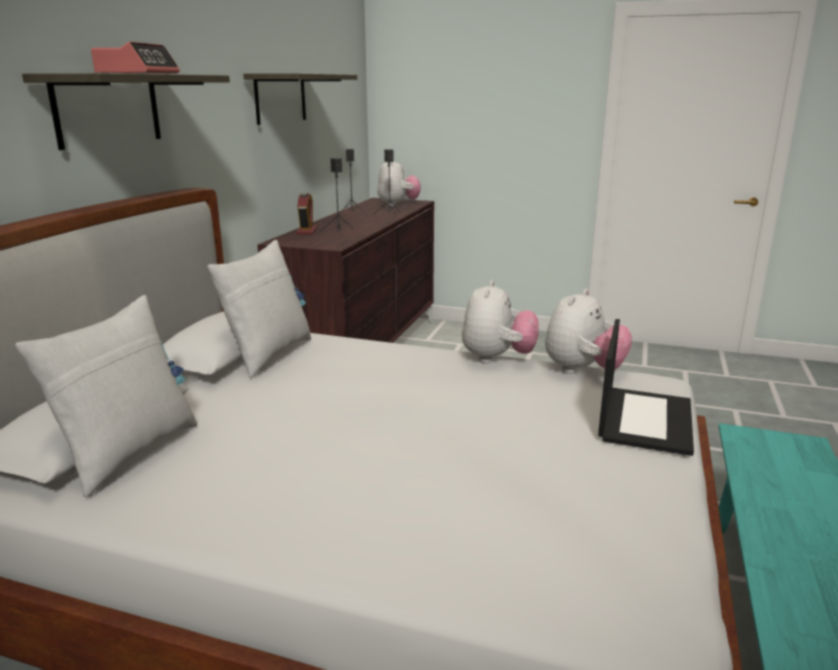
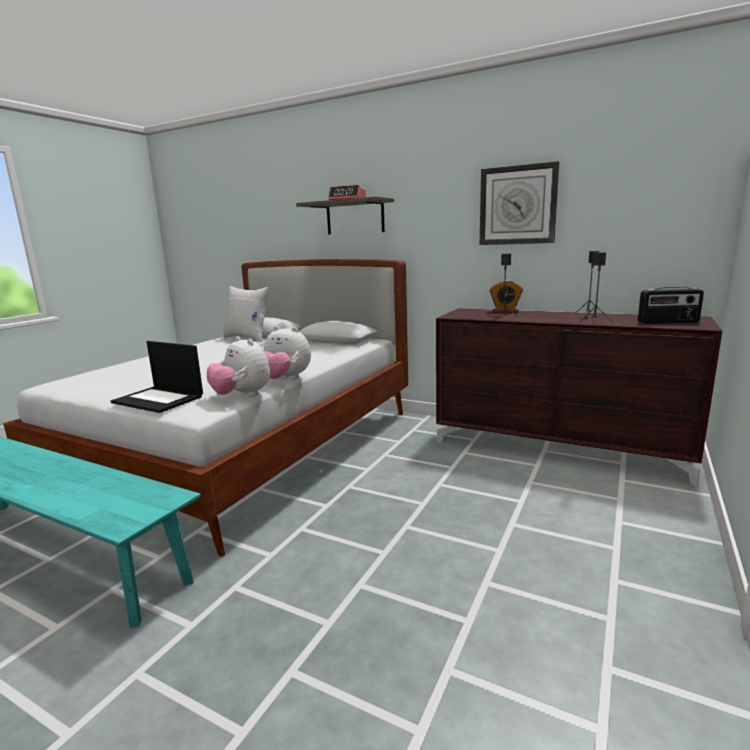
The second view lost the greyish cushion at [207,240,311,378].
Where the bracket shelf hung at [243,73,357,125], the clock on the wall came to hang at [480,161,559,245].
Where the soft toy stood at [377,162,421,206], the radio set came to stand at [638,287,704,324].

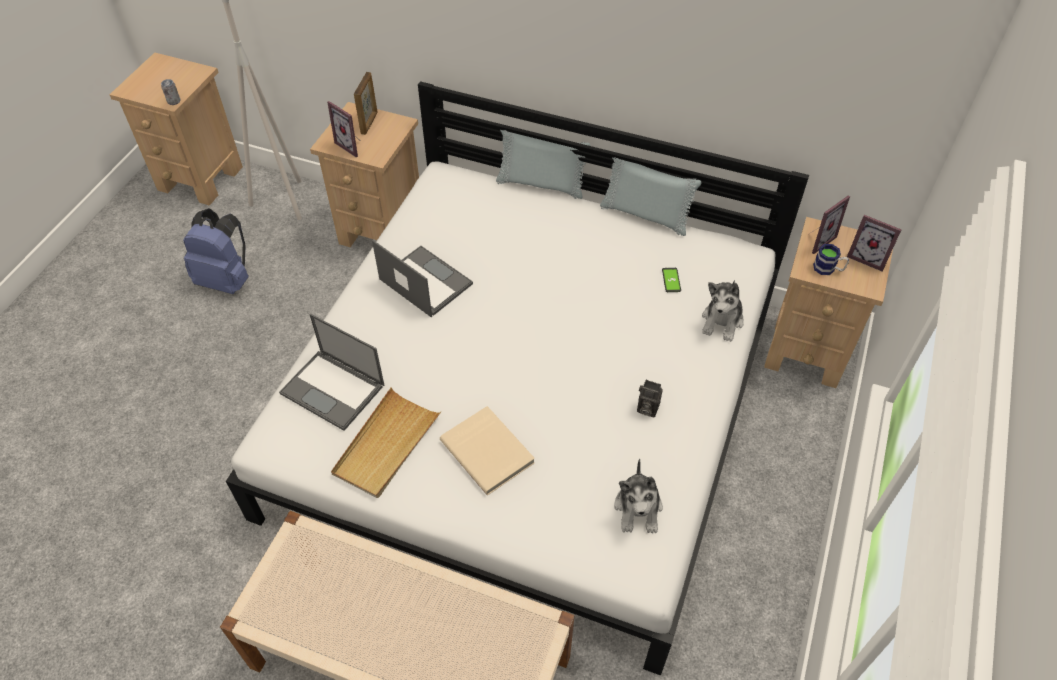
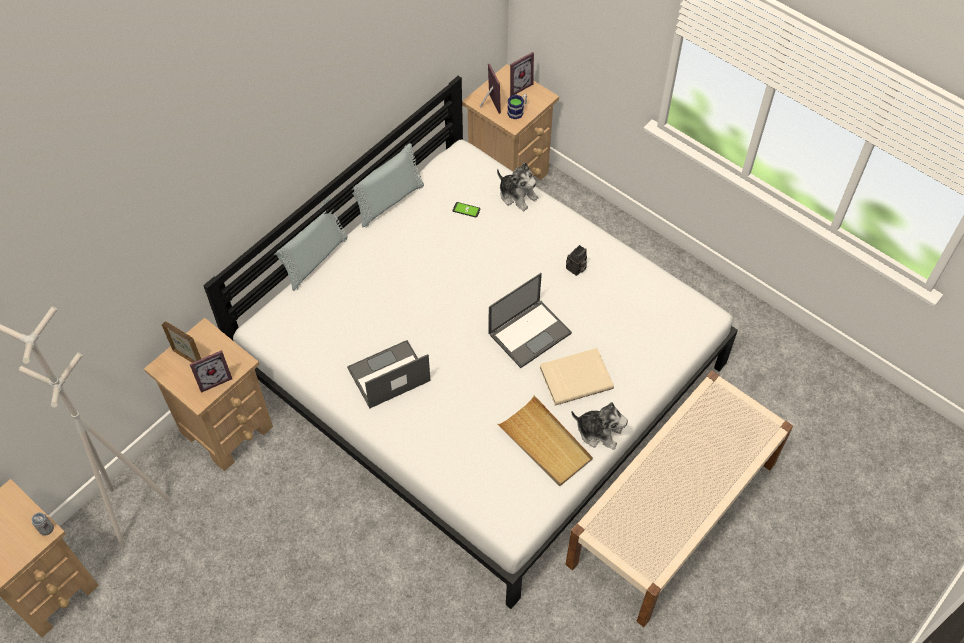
The second view lost the bluish rucksack at [183,208,249,294].
The laptop ended up elsewhere, having gone from [279,314,384,431] to [488,273,572,368].
The soft toy ended up elsewhere, having gone from [614,459,663,533] to [571,402,628,450].

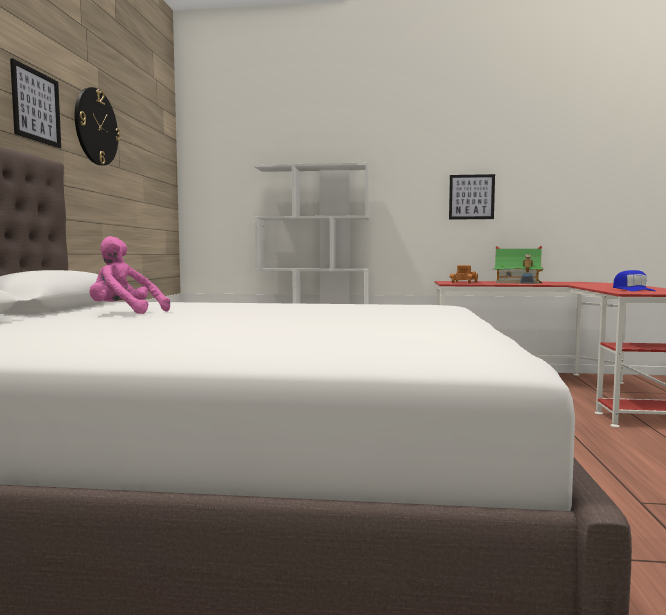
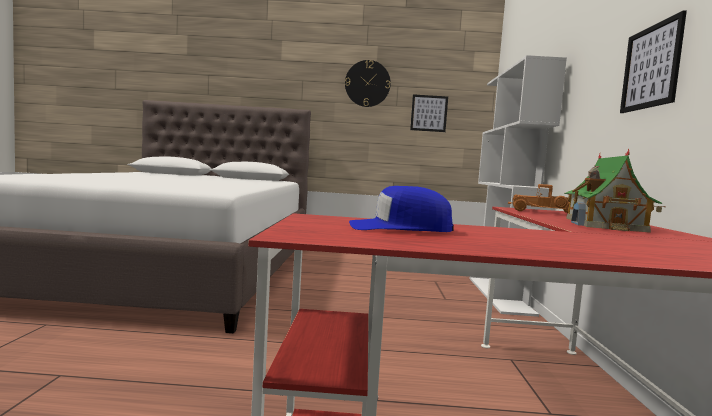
The picture ended up elsewhere, having gone from [10,58,61,148] to [410,94,448,132].
The second view lost the pink-coloured soft toy at [90,236,170,314].

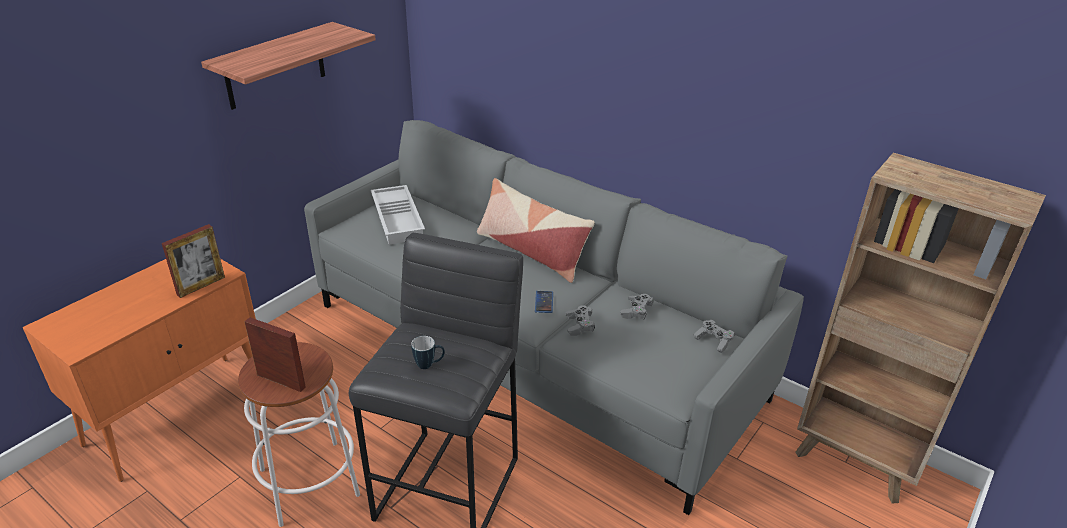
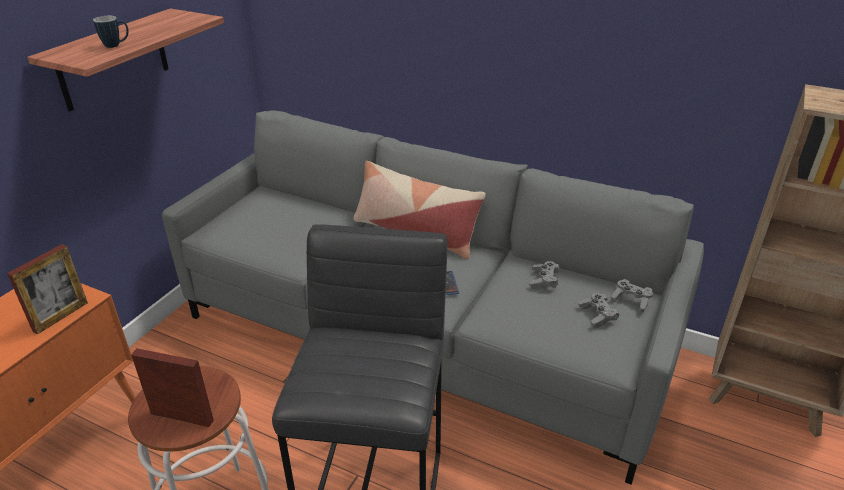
The second view lost the whitish serving tray at [371,185,425,245].
The mug ended up elsewhere, having gone from [411,336,445,369] to [93,16,129,48].
The greyish gamepad ended up elsewhere, having gone from [565,305,595,336] to [578,293,619,328].

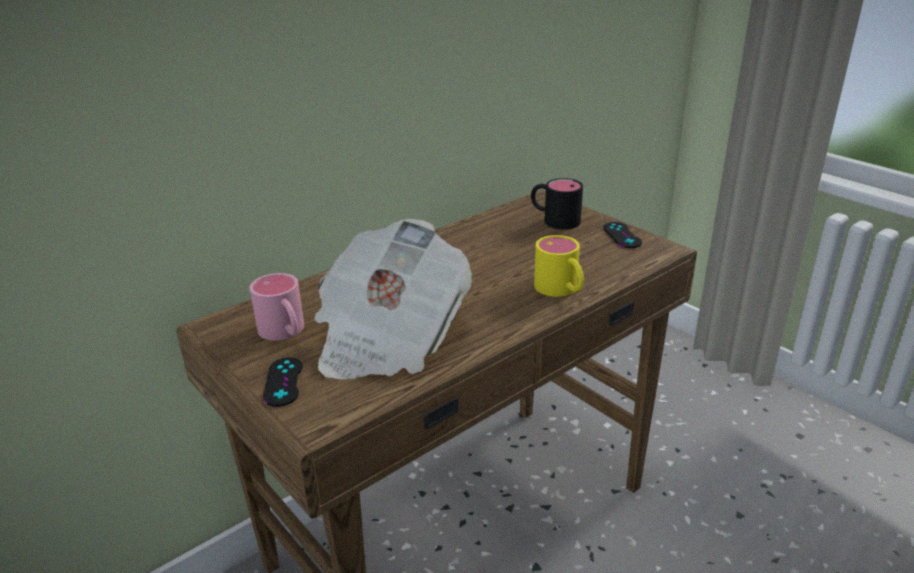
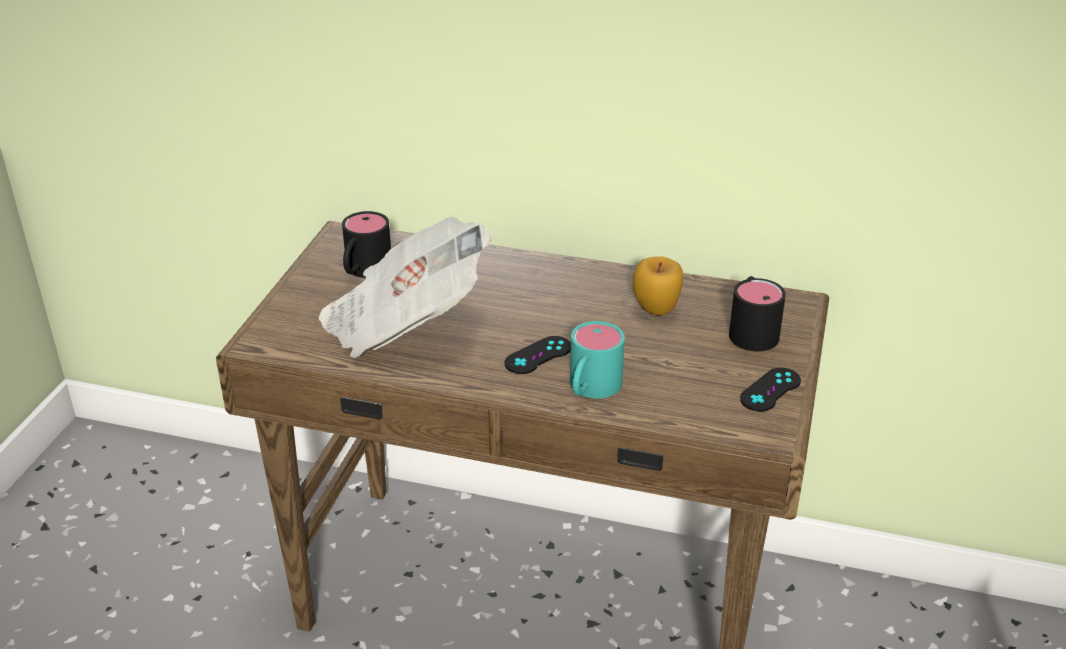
What was the pink-coloured mug at [250,273,304,340] turned into the black-coloured mug at [342,211,391,278].
The black-coloured gamepad ended up elsewhere, having gone from [263,357,303,407] to [504,336,571,374].
What was the yellow-coloured mug at [534,235,584,297] turned into the blue-green mug at [570,321,625,399].
The second view gained the whole apple at [633,256,683,316].

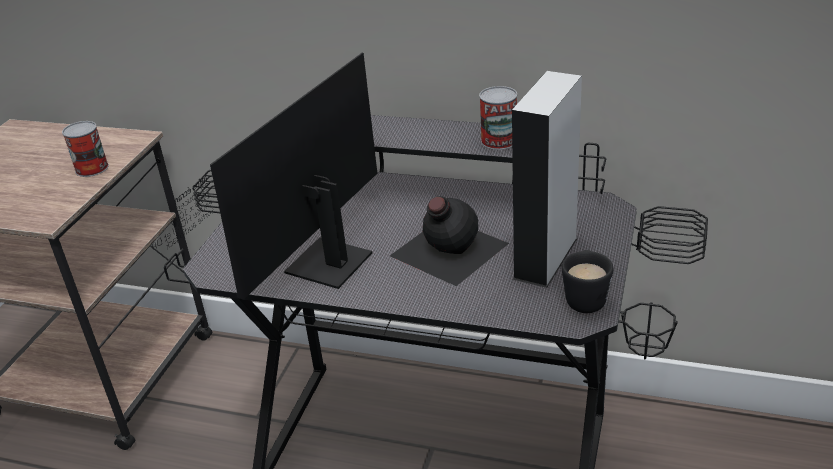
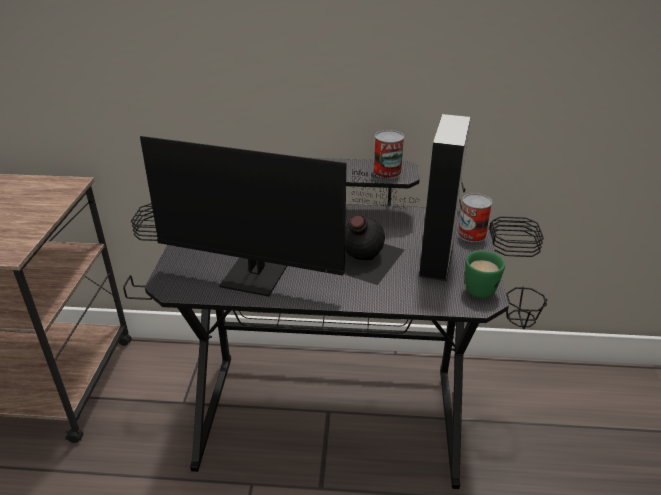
The can ended up elsewhere, having gone from [62,121,109,177] to [458,193,492,242].
The computer display at [152,53,377,300] ended up facing another way, 90 degrees counterclockwise from before.
What was the black-coloured mug at [562,250,613,313] turned into the green mug at [465,250,505,298].

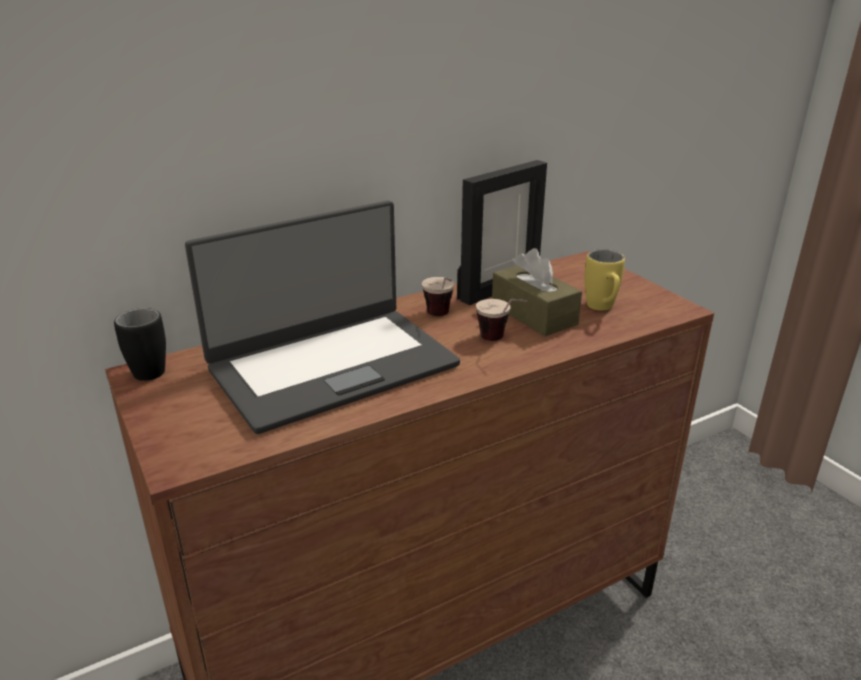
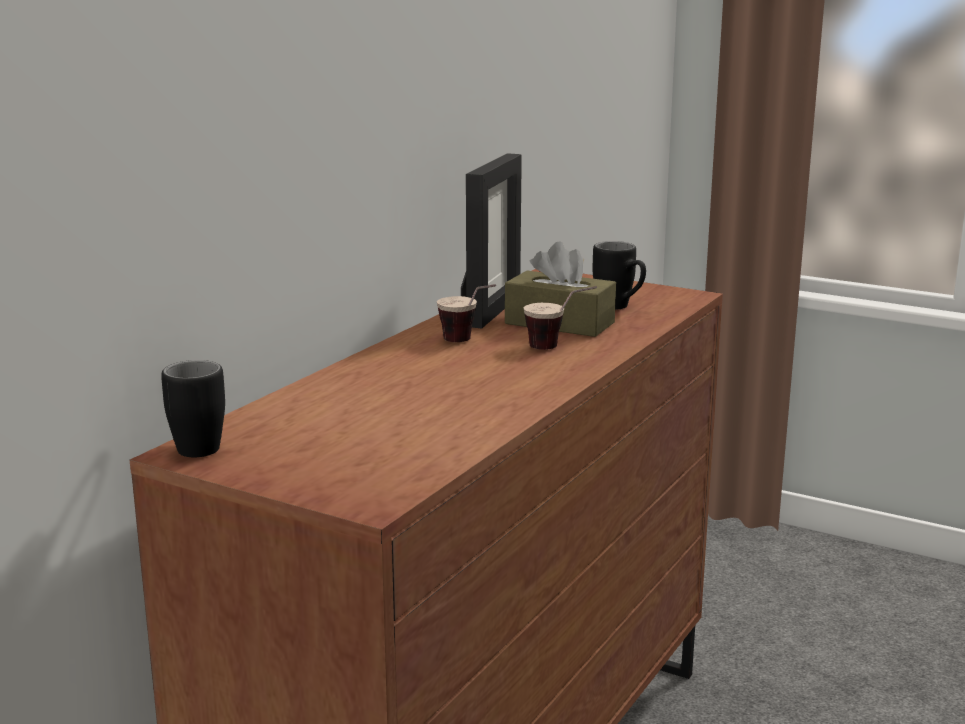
The second view lost the laptop at [185,201,460,434].
What was the yellow-coloured mug at [584,249,625,311] turned into the black-coloured mug at [593,241,646,310].

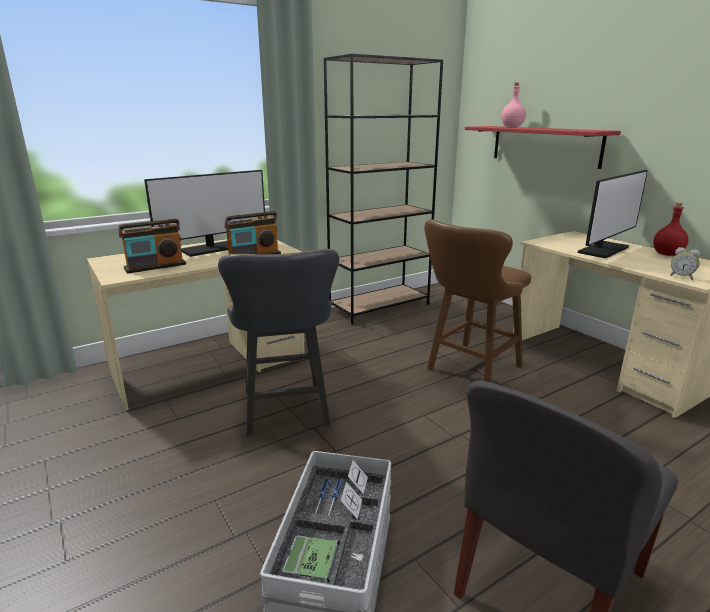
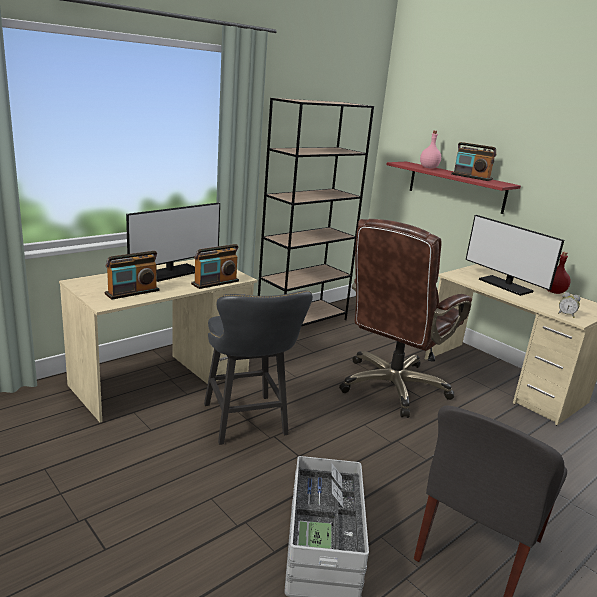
Where the brown sitting stool stood at [424,219,531,383], the brown desk chair came to stand at [339,219,472,418].
The computer display at [578,170,648,258] ended up facing another way, 105 degrees clockwise from before.
The second view gained the radio set at [451,142,496,181].

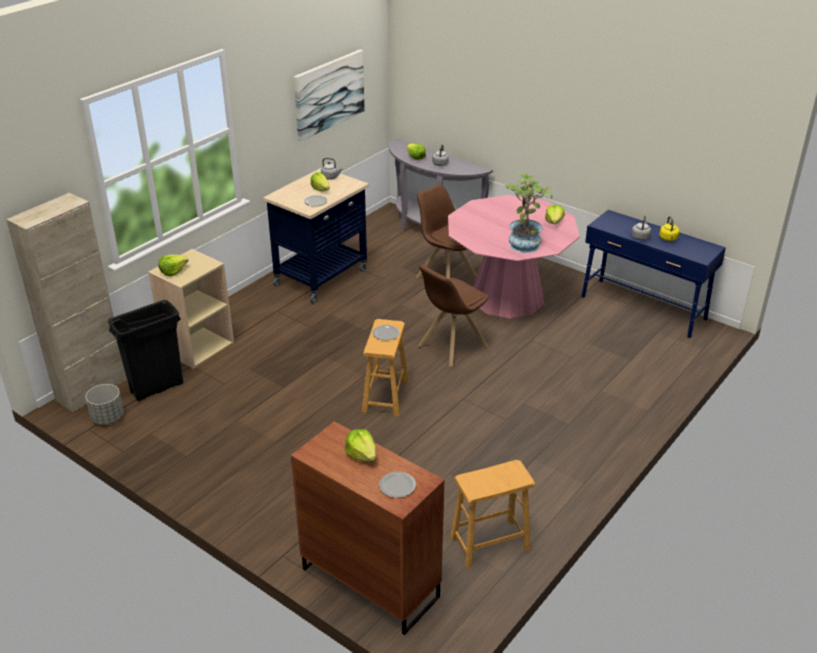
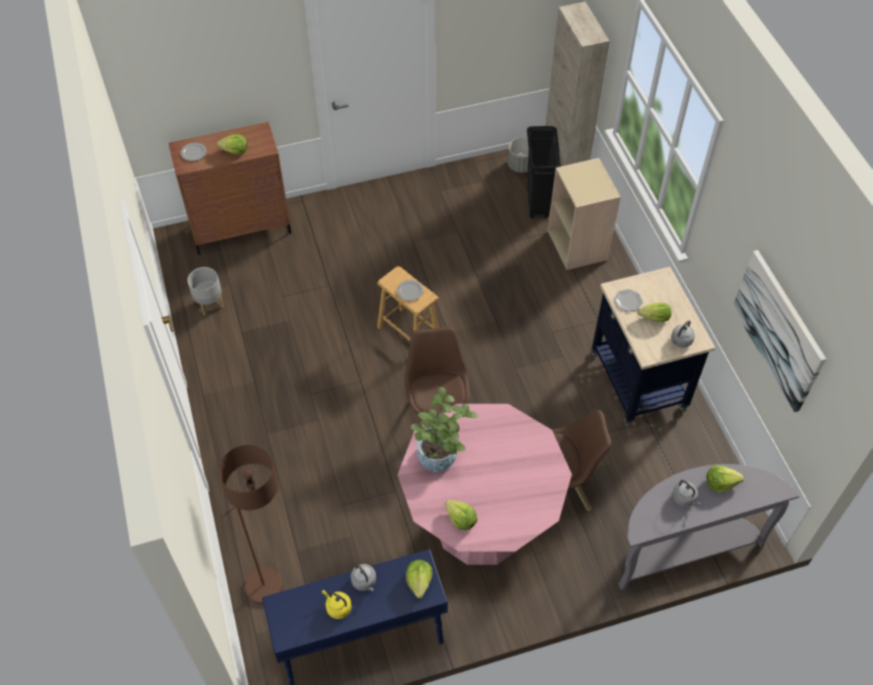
The lettuce ended up elsewhere, having gone from [158,255,189,276] to [406,560,433,598].
Where the brown sitting stool stood at [450,460,535,569], the greyish flower pot came to stand at [187,267,224,316].
The second view gained the brown standard lamp at [218,445,283,604].

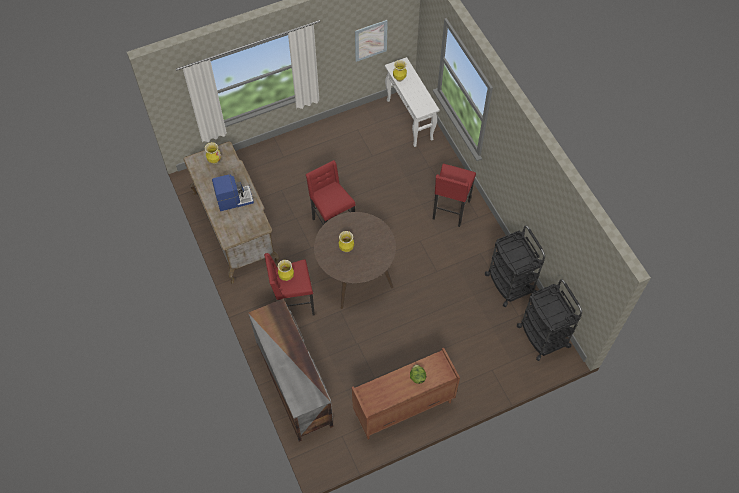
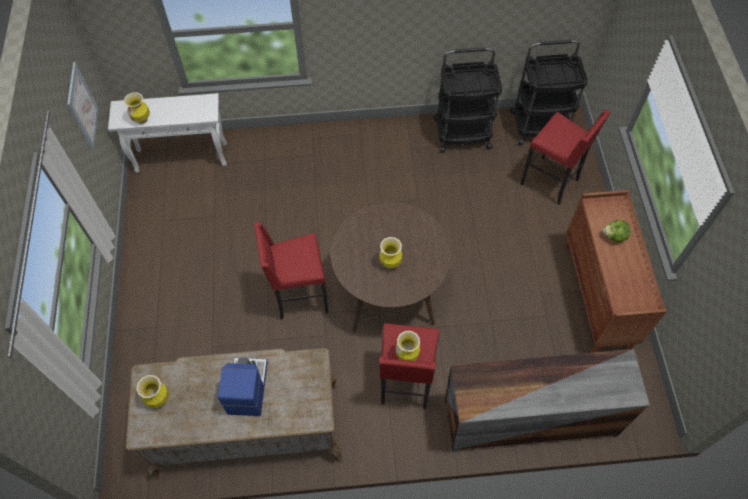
The red sitting stool ended up elsewhere, having gone from [433,164,476,227] to [520,110,610,205].

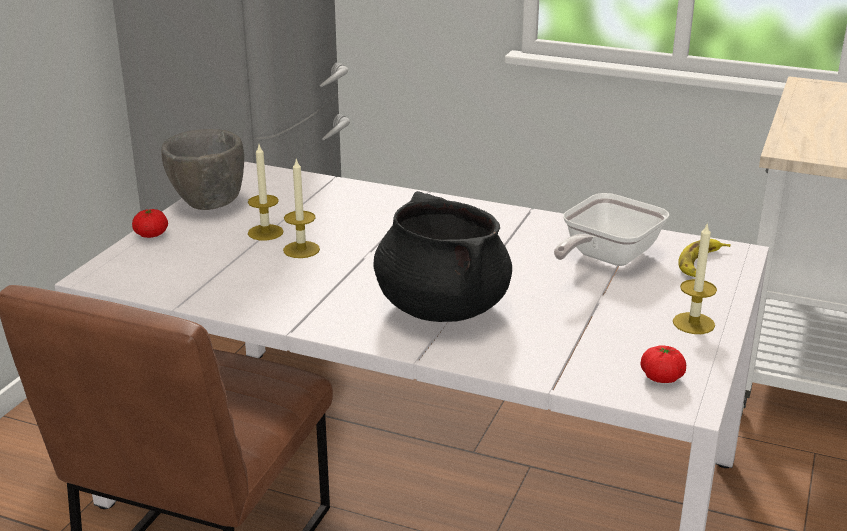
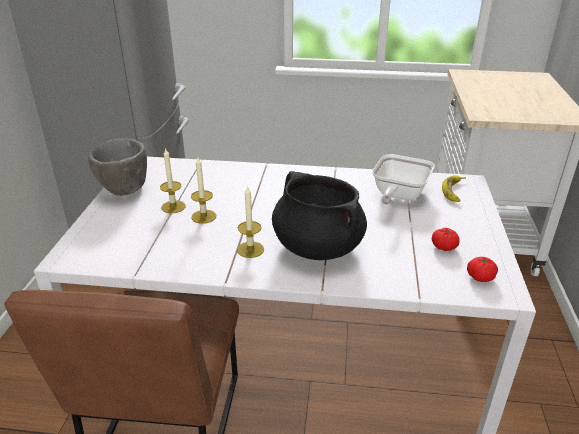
The tomato ended up elsewhere, having gone from [132,209,168,238] to [432,228,460,251].
The wax candle ended up elsewhere, having gone from [673,222,717,334] to [237,185,264,258].

